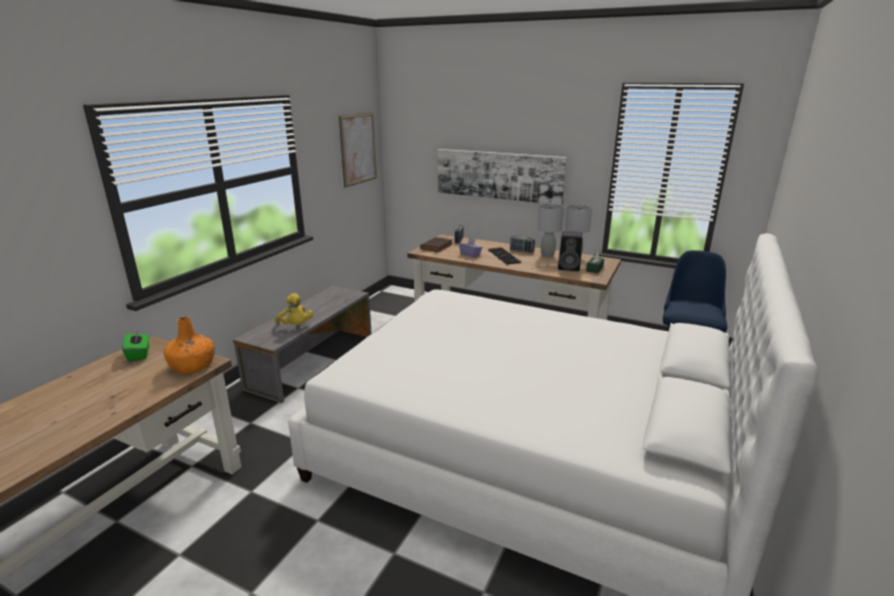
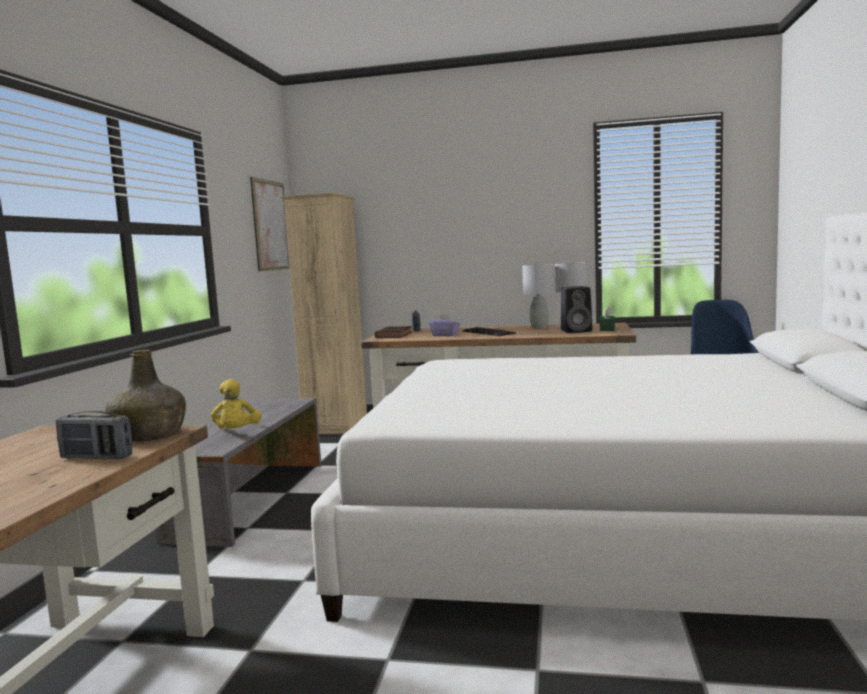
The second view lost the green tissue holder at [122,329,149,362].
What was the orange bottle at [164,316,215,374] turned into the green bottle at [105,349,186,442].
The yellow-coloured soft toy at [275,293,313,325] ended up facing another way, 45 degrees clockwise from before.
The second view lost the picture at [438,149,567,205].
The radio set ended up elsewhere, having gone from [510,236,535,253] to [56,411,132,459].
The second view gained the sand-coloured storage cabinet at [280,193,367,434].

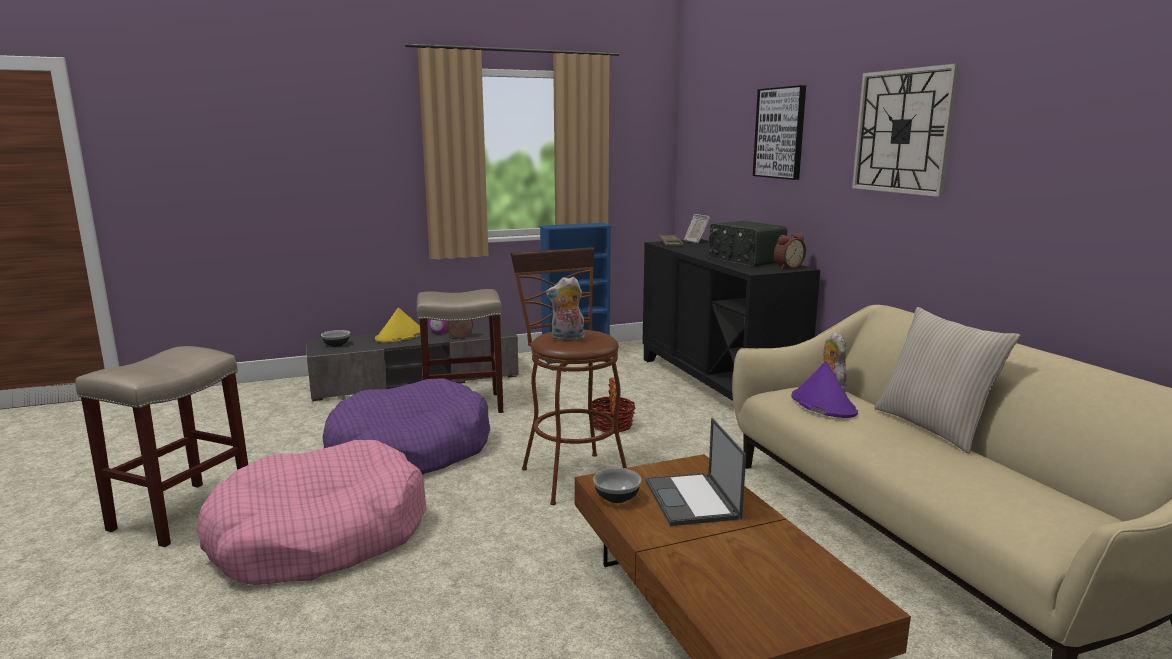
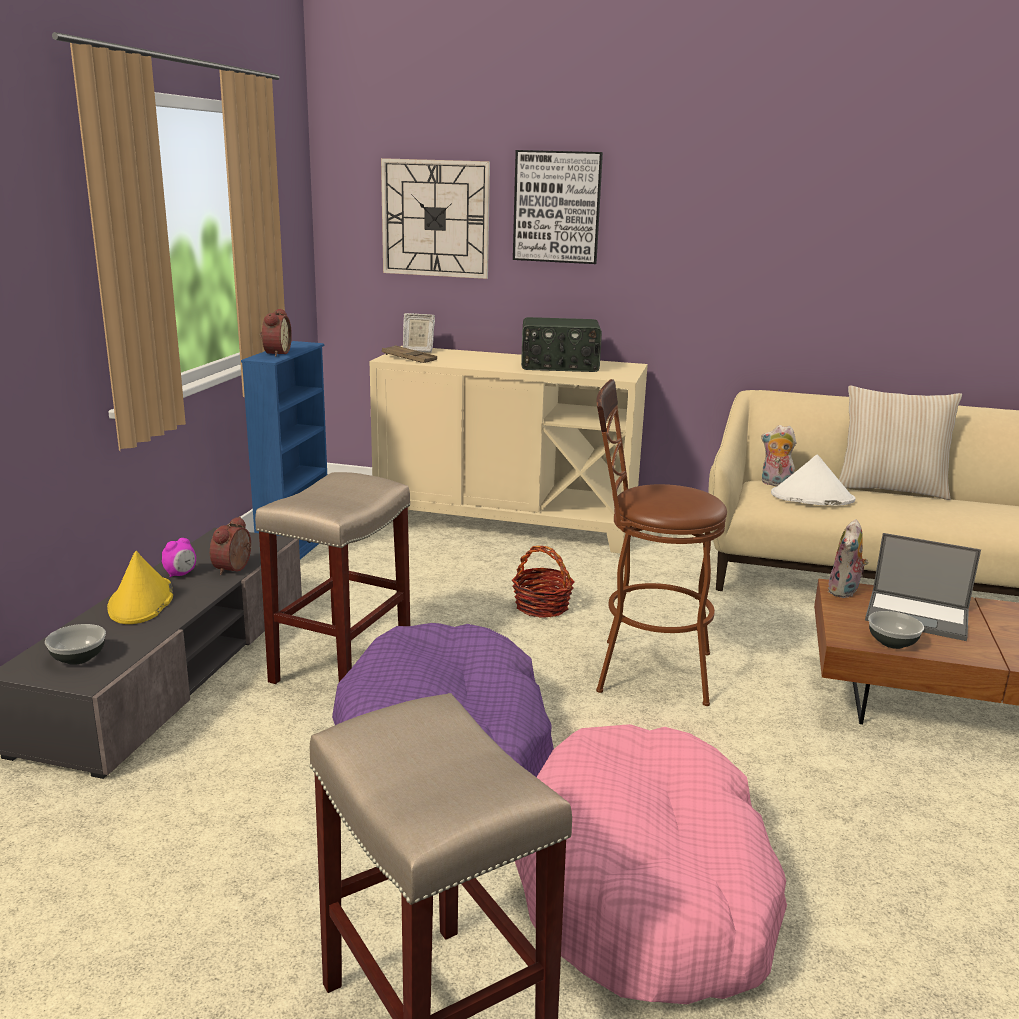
The soft toy ended up elsewhere, having gone from [546,277,584,341] to [828,519,869,598].
What was the black-coloured storage cabinet at [642,239,820,401] turned into the sand-coloured storage cabinet at [370,346,648,554].
The bedside clock ended up elsewhere, having gone from [774,233,806,269] to [260,308,292,357].
What was the purple hat at [791,361,858,418] turned into the whitish hat at [771,455,856,505].
The clock on the wall ended up elsewhere, having gone from [852,63,960,197] to [381,158,490,279].

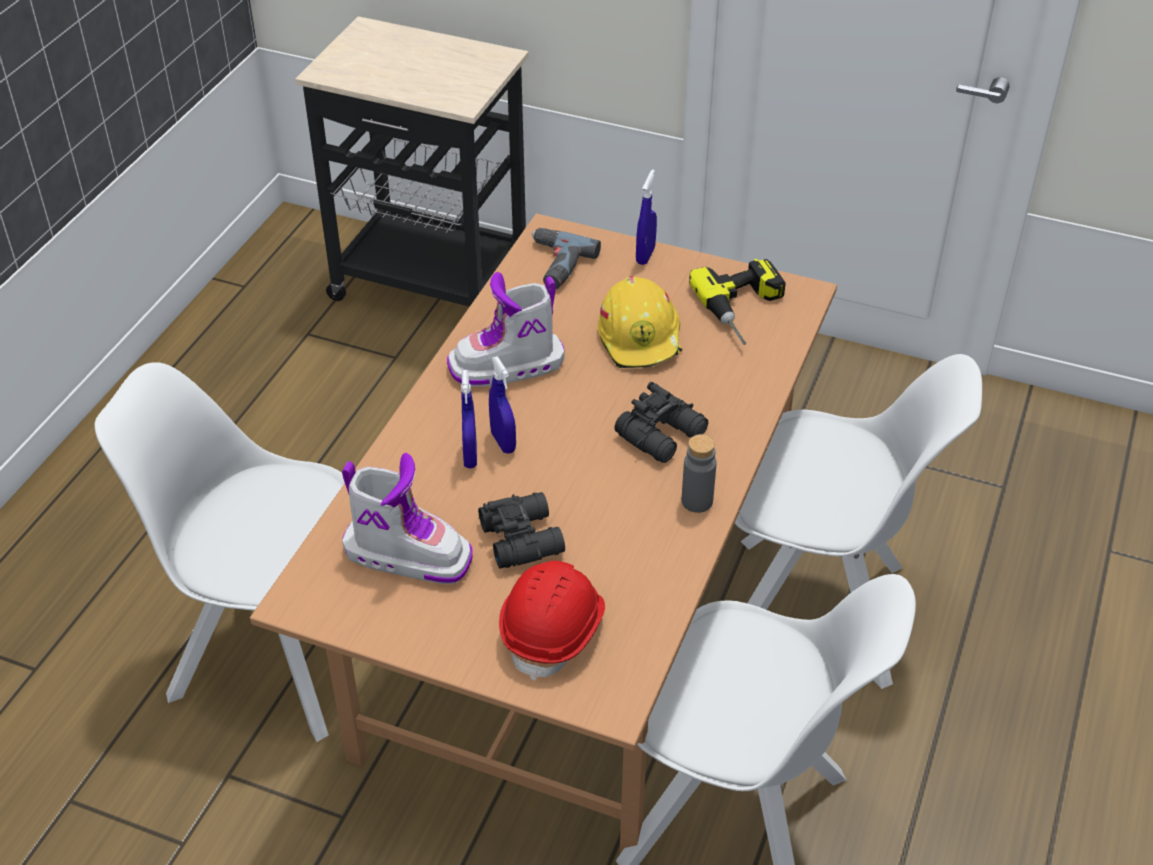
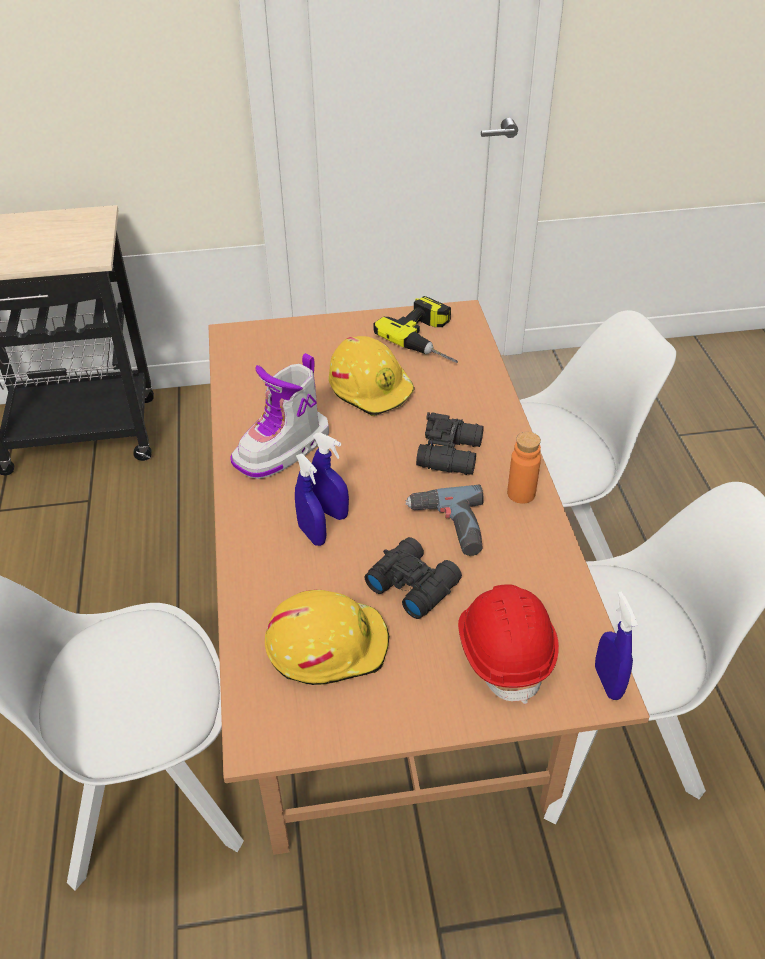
Where the boot stood at [342,453,473,584], the yellow-coloured hard hat came to stand at [265,590,390,685].
The electric drill ended up elsewhere, having gone from [532,228,601,289] to [405,485,484,556].
The bluish sprayer ended up elsewhere, having gone from [636,169,657,265] to [595,591,638,700].
What was the greyish bottle at [682,434,716,513] turned into the orange bottle at [507,432,541,504].

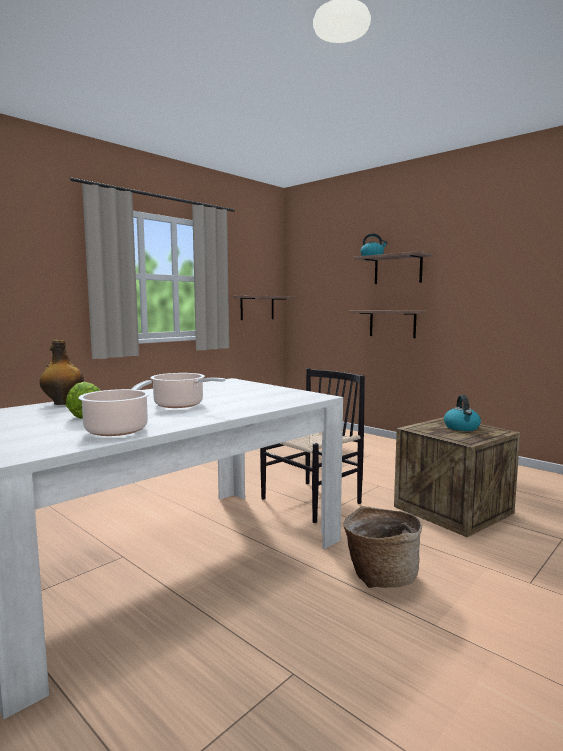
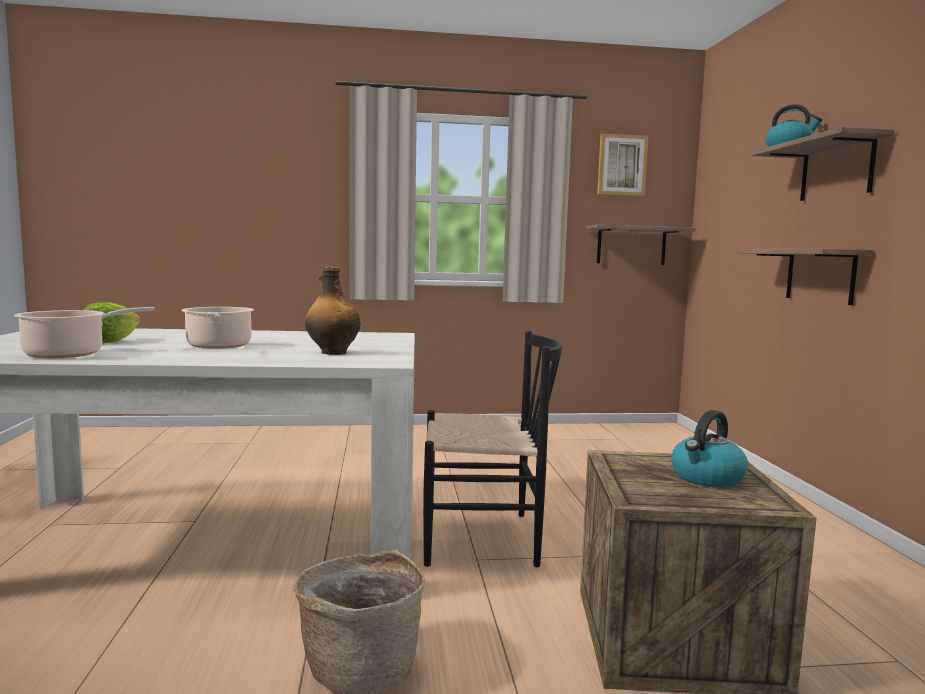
The bottle ended up elsewhere, having gone from [40,340,84,405] to [305,266,361,355].
The second view gained the picture at [597,133,649,196].

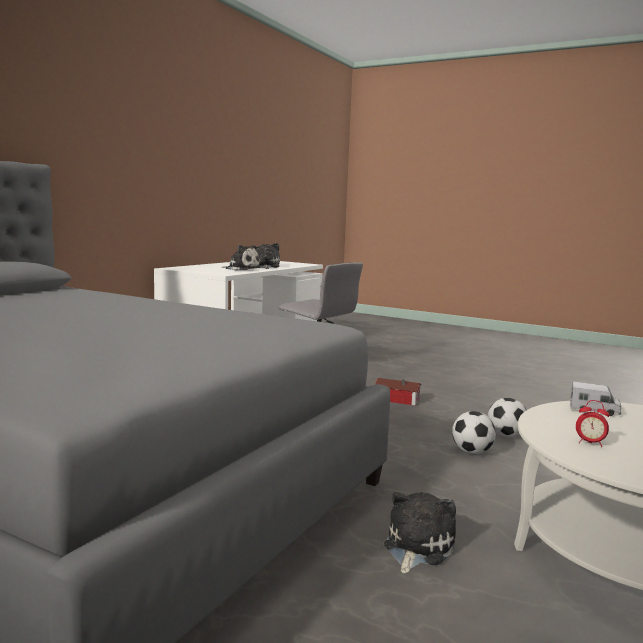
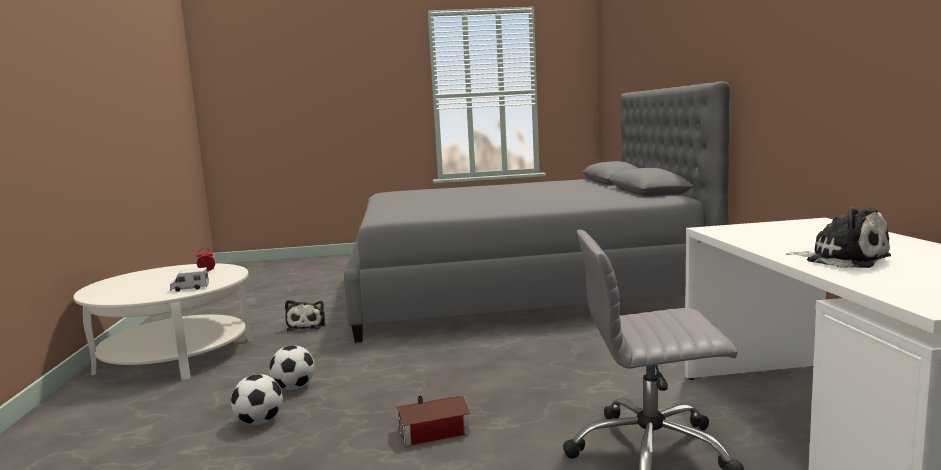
The second view lost the soft toy at [221,245,261,271].

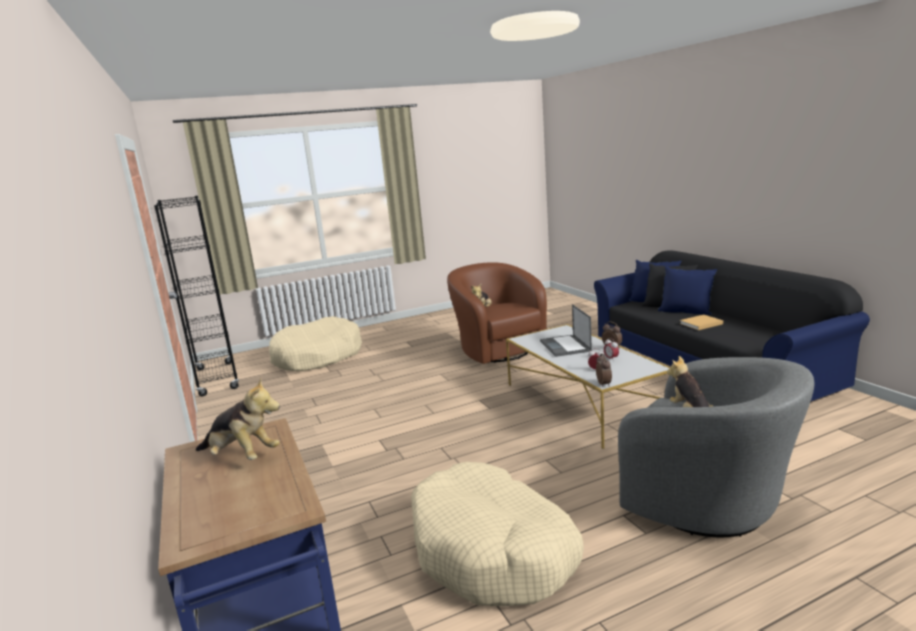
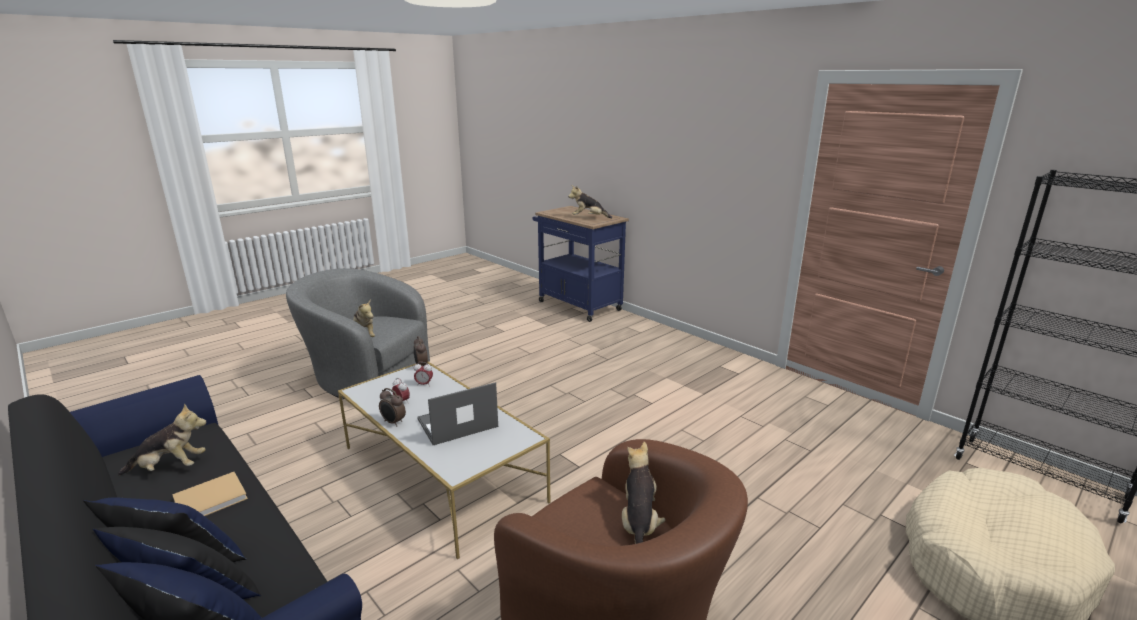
The second view lost the sand-coloured dog bed at [411,462,583,606].
The laptop at [540,304,592,357] ended up facing another way, 90 degrees counterclockwise from before.
The second view gained the soft toy at [118,403,207,476].

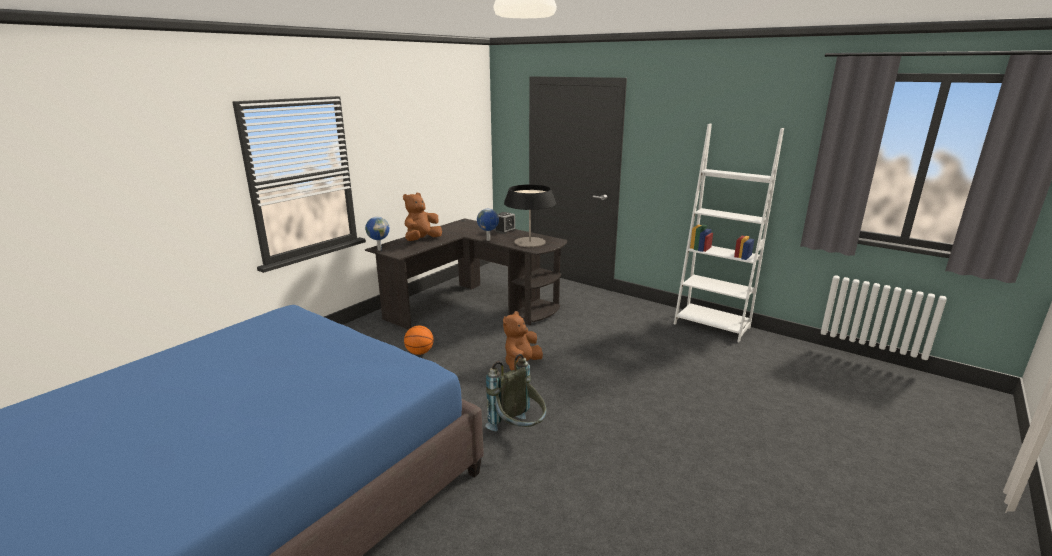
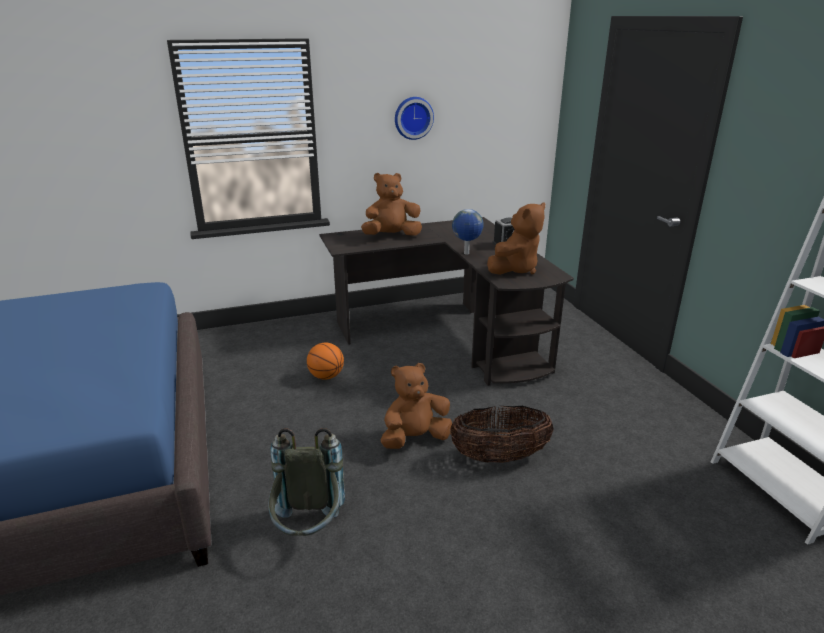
The second view lost the globe at [365,217,390,251].
Where the table lamp stood at [504,185,556,247], the brown soft toy came to stand at [487,203,545,275].
The second view gained the clock on the wall at [395,97,434,140].
The second view gained the storage basket at [450,406,554,463].

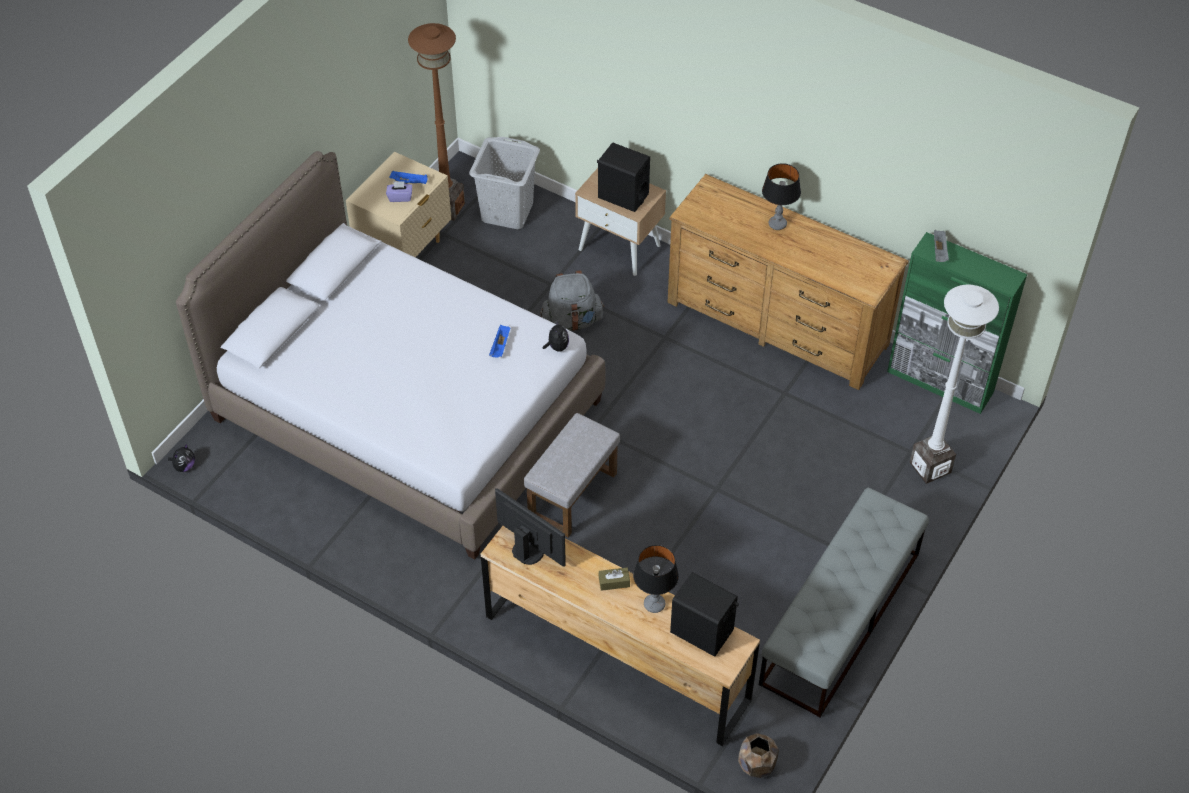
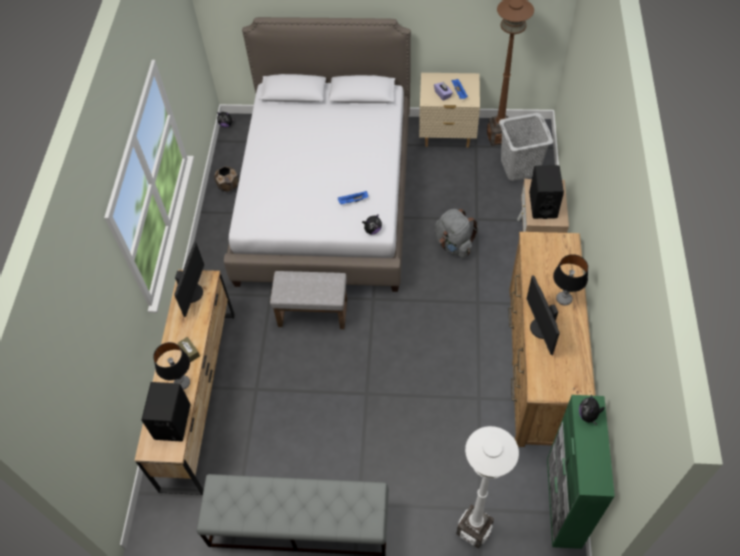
The brown flower pot ended up elsewhere, having gone from [738,733,779,778] to [214,166,239,192].
Where the greyish serving tray stood at [934,230,949,262], the soft toy came to stand at [579,394,605,425].
The second view gained the computer display at [527,275,560,355].

